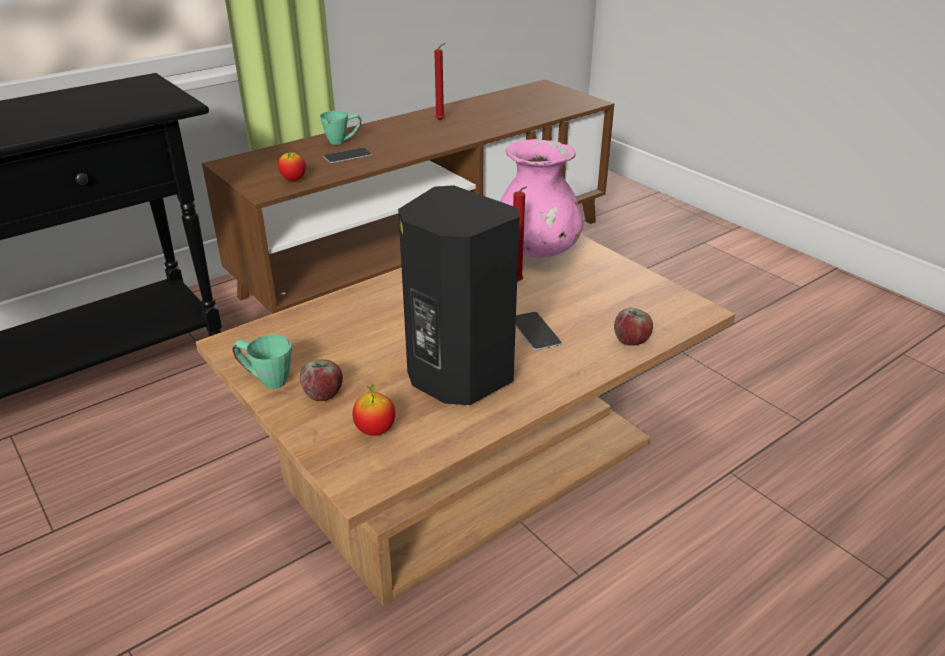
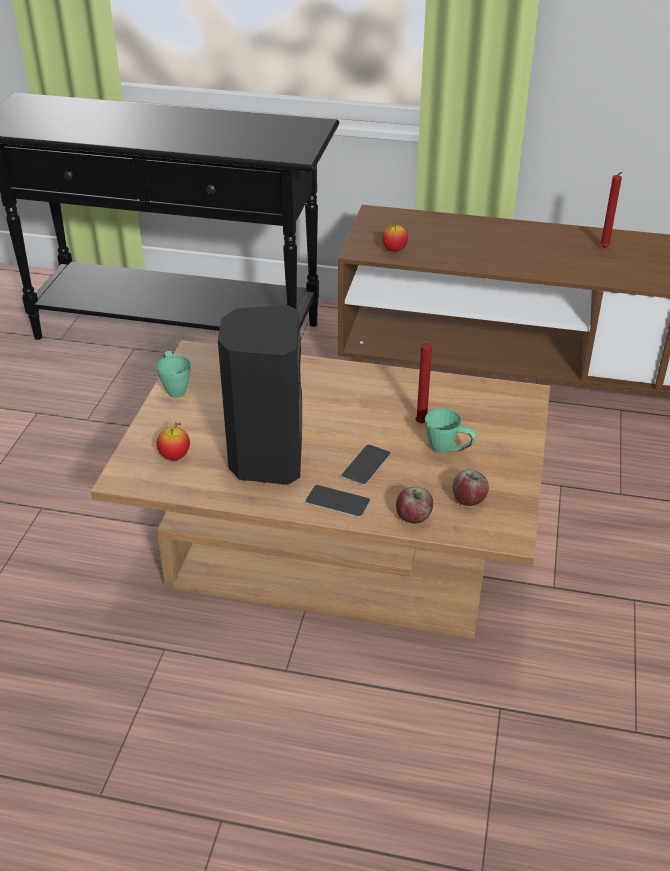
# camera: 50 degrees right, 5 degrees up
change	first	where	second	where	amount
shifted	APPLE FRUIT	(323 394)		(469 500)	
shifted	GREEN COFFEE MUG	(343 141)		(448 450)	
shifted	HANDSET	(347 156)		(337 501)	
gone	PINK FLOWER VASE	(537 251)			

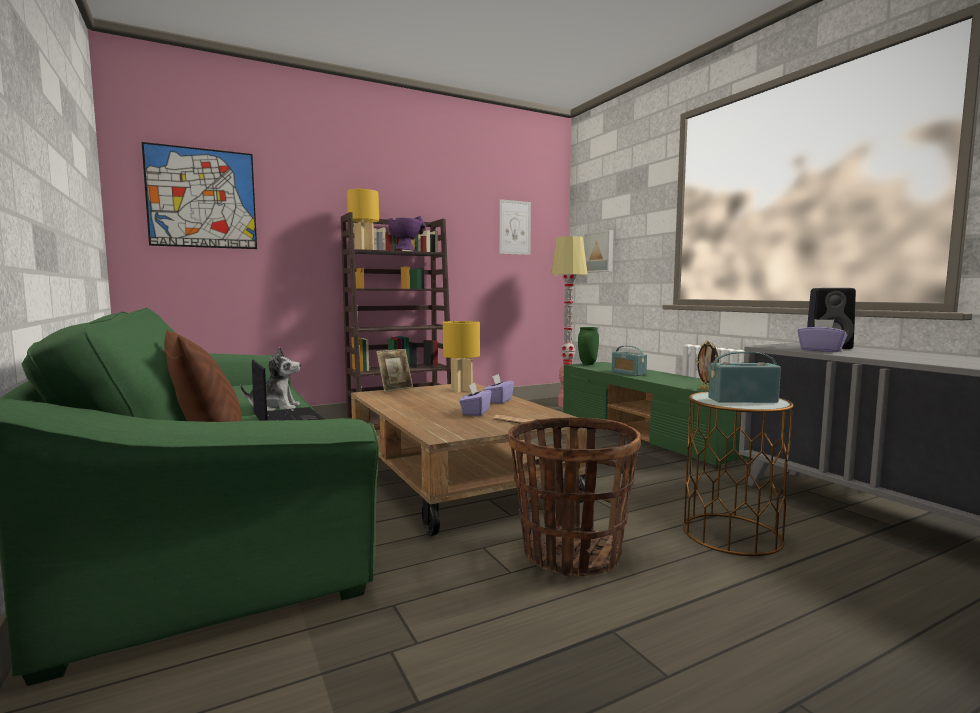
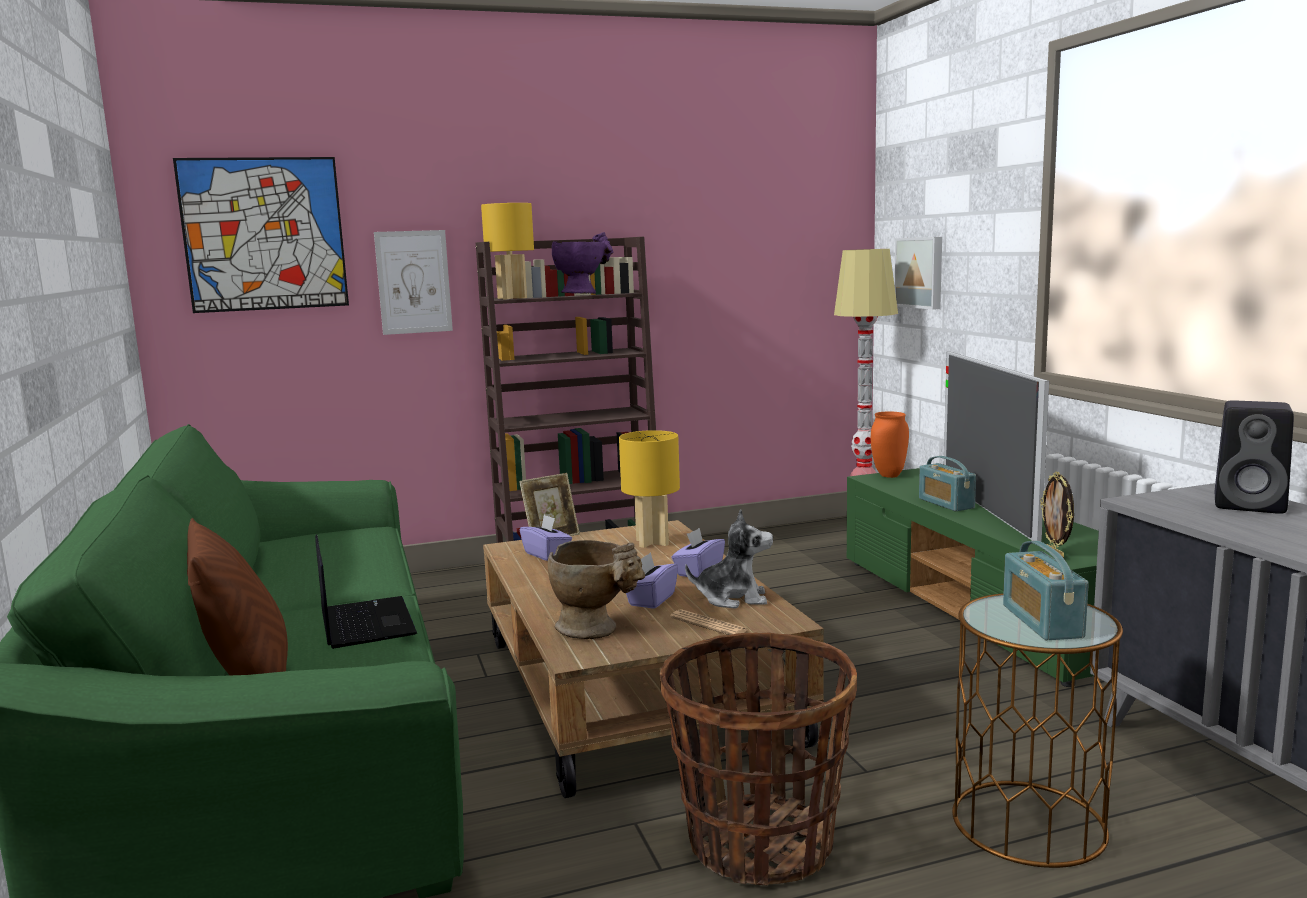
# camera: 10 degrees right, 5 degrees up
change	first	where	second	where	amount
shifted	SOFT TOY	(275 408)		(733 598)	
shifted	PICTURE	(514 227)		(413 282)	
repainted	GREEN FLOWER VASE	(588 364)	ORANGE-COLOURED FLOWER VASE	(889 476)	
rotated	RADIO SET	(742 400)		(1041 621)	105 degrees counterclockwise
shifted	PURPLE-COLOURED BOX OF TISSUES	(821 350)		(547 554)	
new			BEIGE FLOWER VASE	(597 630)	
new			TV	(985 508)	

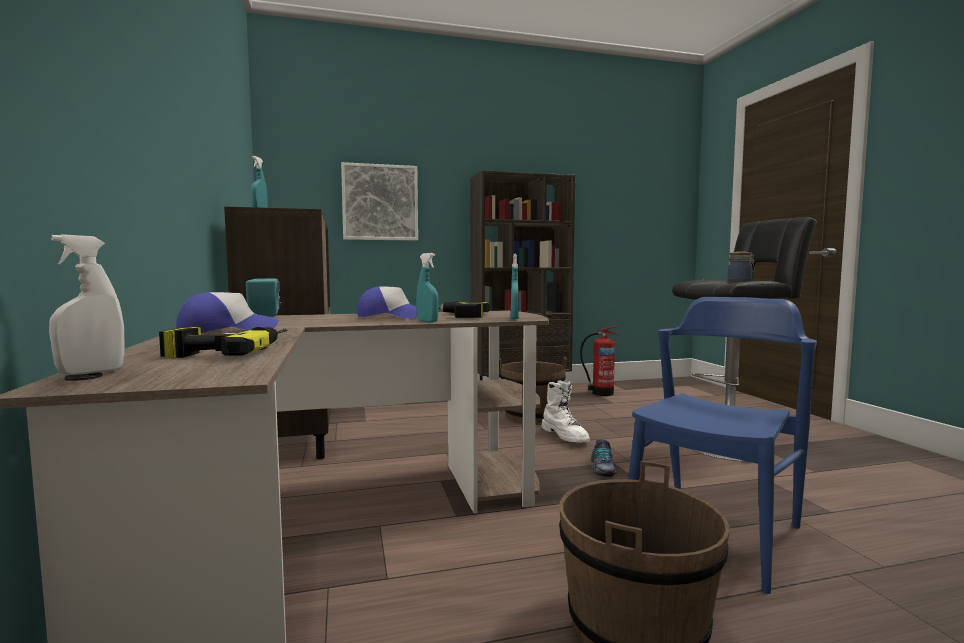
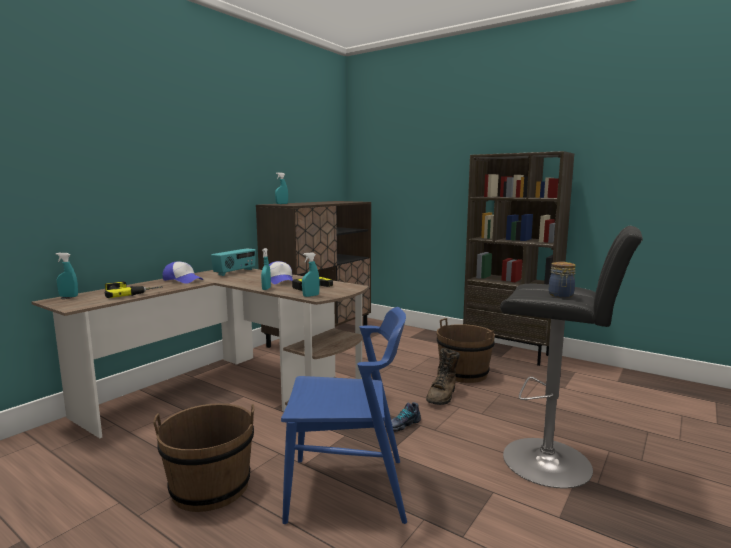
# camera: 50 degrees right, 5 degrees up
change	first	where	second	where	amount
repainted	WHITISH SPRAYER	(91 372)	TURQUOISE-COLOURED SPRAYER	(68 296)	
gone	PICTURE	(380 202)			
repainted	WHITISH TALL BOOT	(565 436)	BROWN TALL BOOT	(442 396)	
gone	EXTINGUISHER	(601 393)			

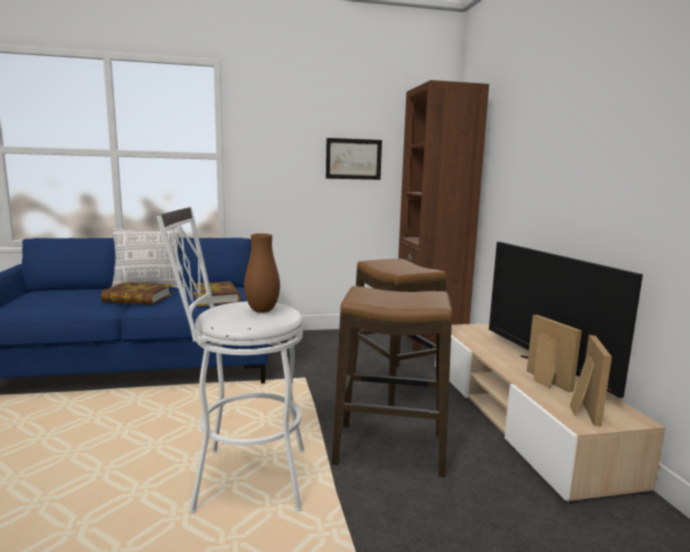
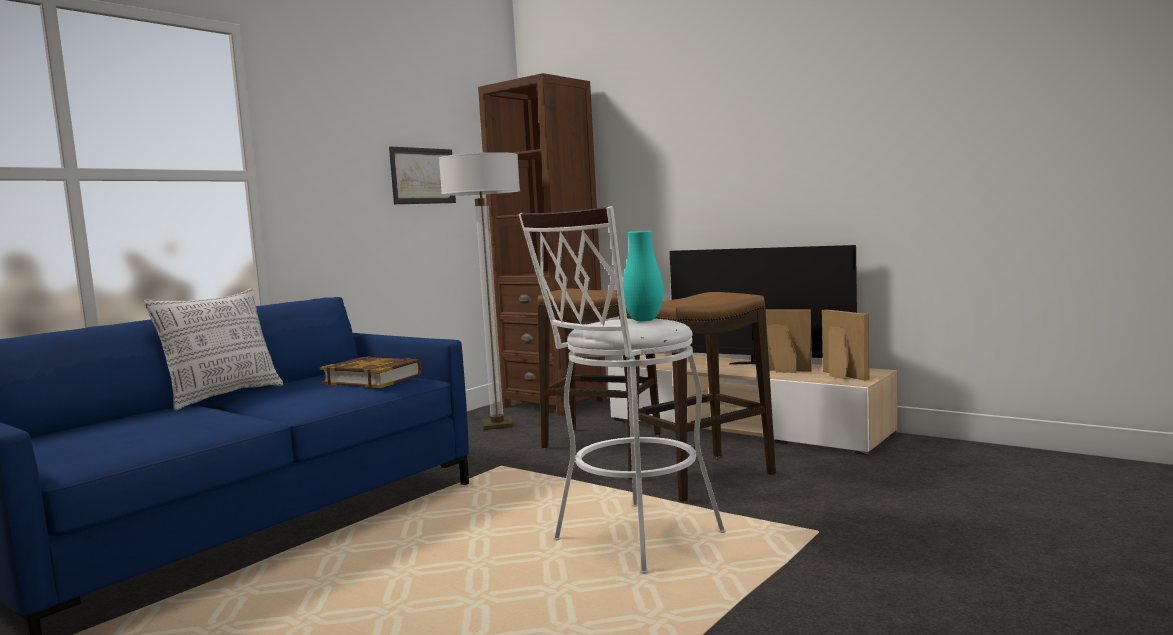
# camera: 40 degrees left, 5 degrees down
change	first	where	second	where	amount
gone	BOOK	(137 298)			
repainted	BROWN FLOWER VASE	(262 311)	TURQUOISE-COLOURED FLOWER VASE	(644 320)	
new			FLOOR LAMP	(497 425)	

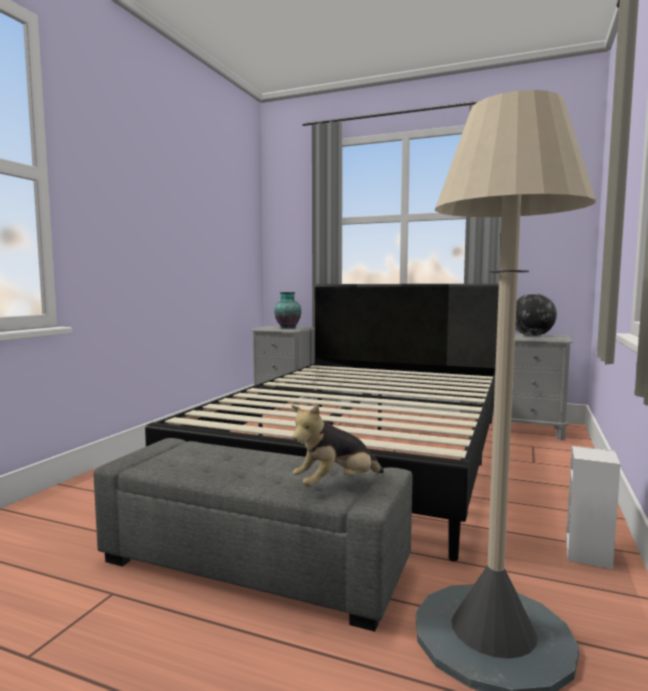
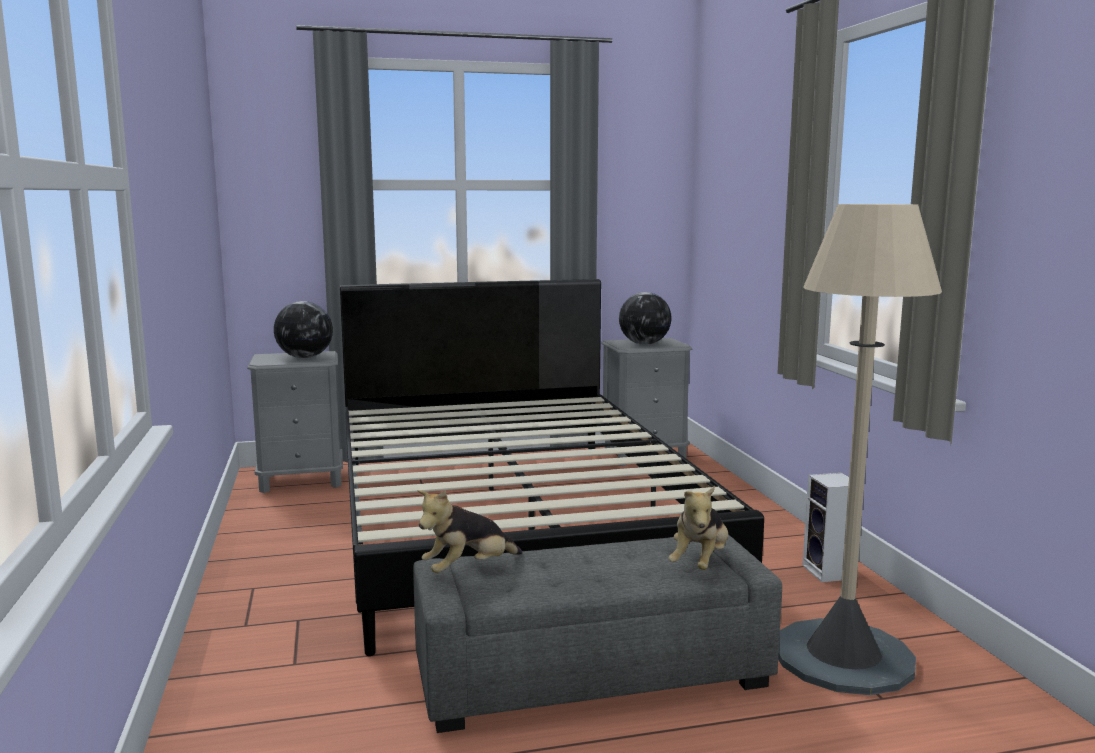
# camera: 35 degrees left, 5 degrees up
change	first	where	second	where	amount
swapped	FLOWER VASE	(287 327)	DESK GLOBE	(304 357)	
new			SOFT TOY	(468 569)	

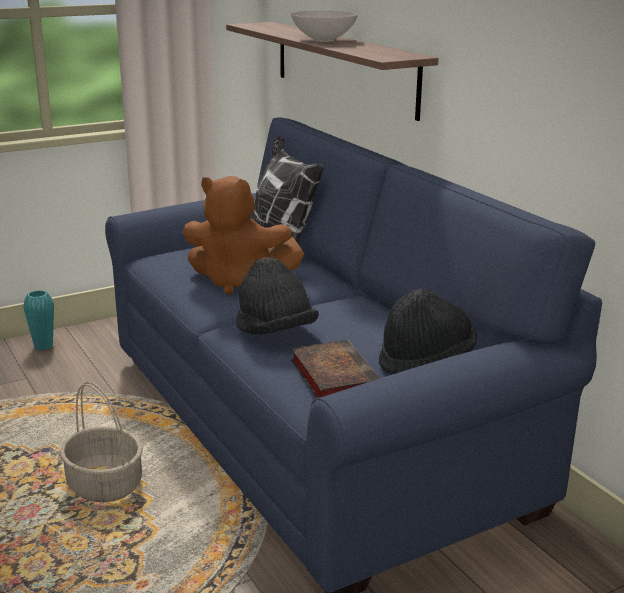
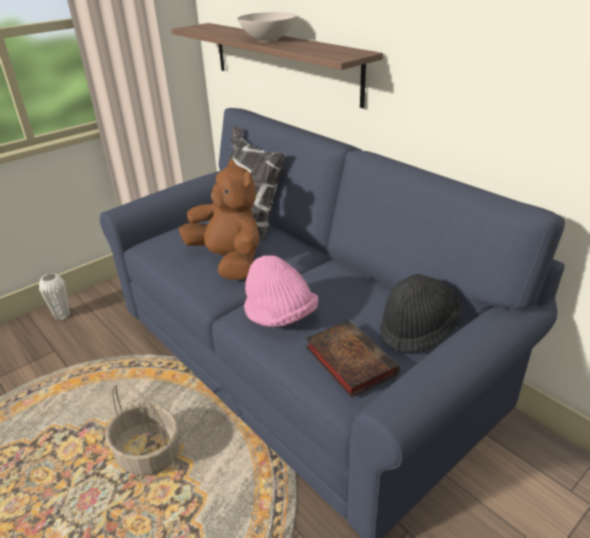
# camera: 10 degrees left, 10 degrees up
change	first	where	second	where	amount
repainted	TURQUOISE-COLOURED FLOWER VASE	(43 346)	WHITISH FLOWER VASE	(62 315)	
rotated	BROWN SOFT TOY	(238 281)		(228 261)	135 degrees counterclockwise
repainted	BLACKISH WEARABLE HAT	(275 332)	PINK WEARABLE HAT	(280 316)	

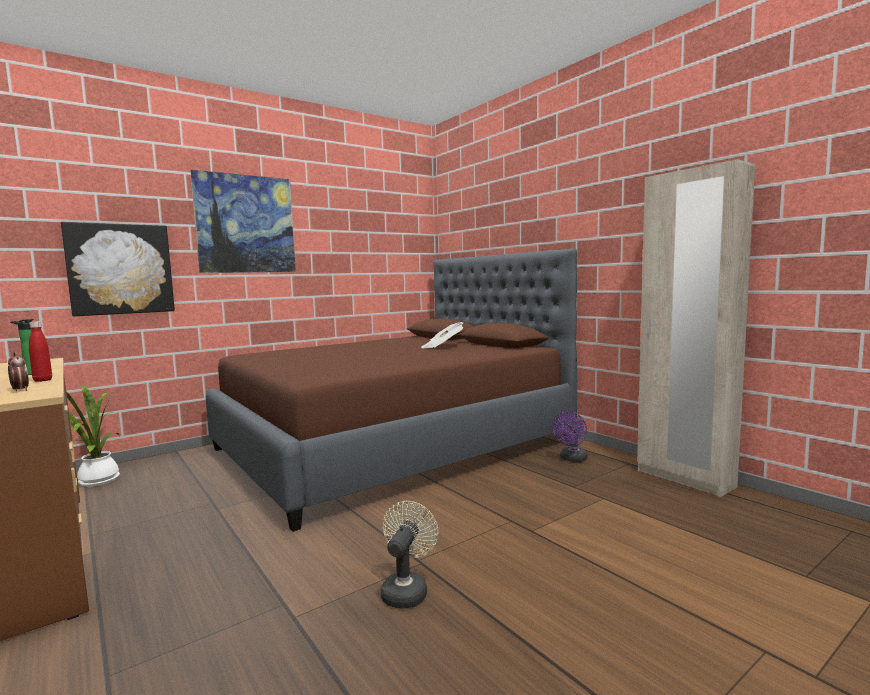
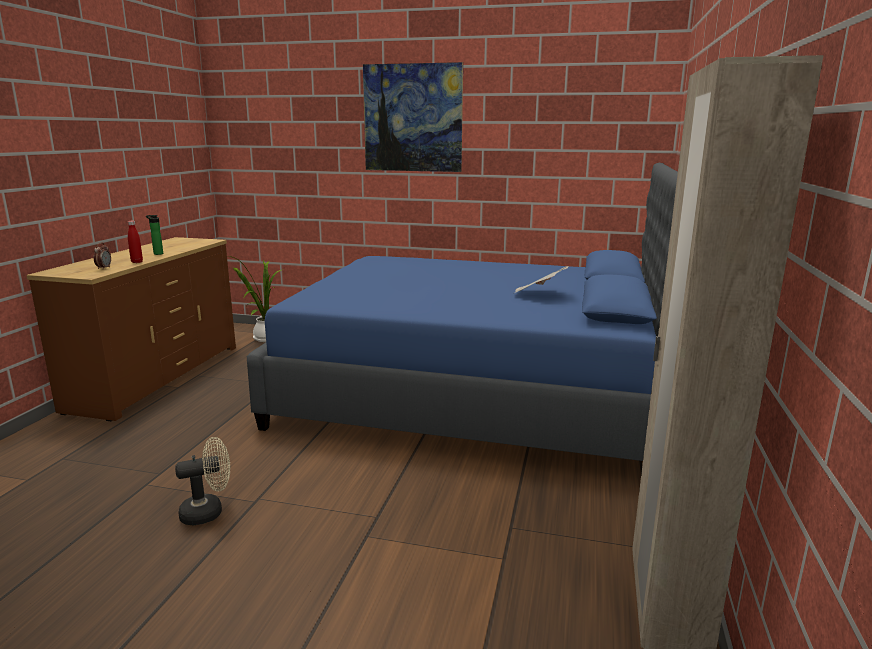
# camera: 50 degrees right, 10 degrees up
change	first	where	second	where	amount
gone	PICTURE	(120 269)			
repainted	BROWN BED	(393 445)	BLUE BED	(474 393)	
gone	PURPLE-COLOURED COOLING FAN	(572 459)			

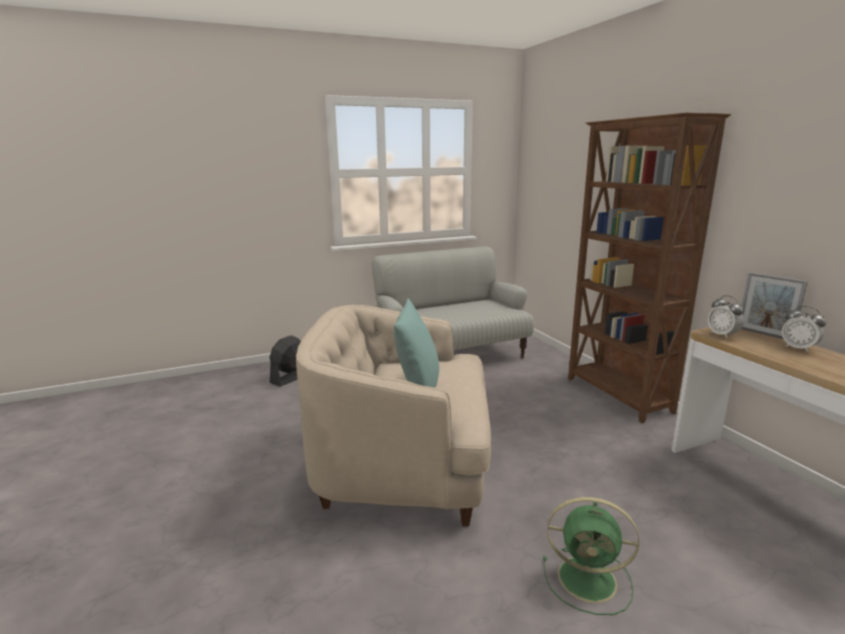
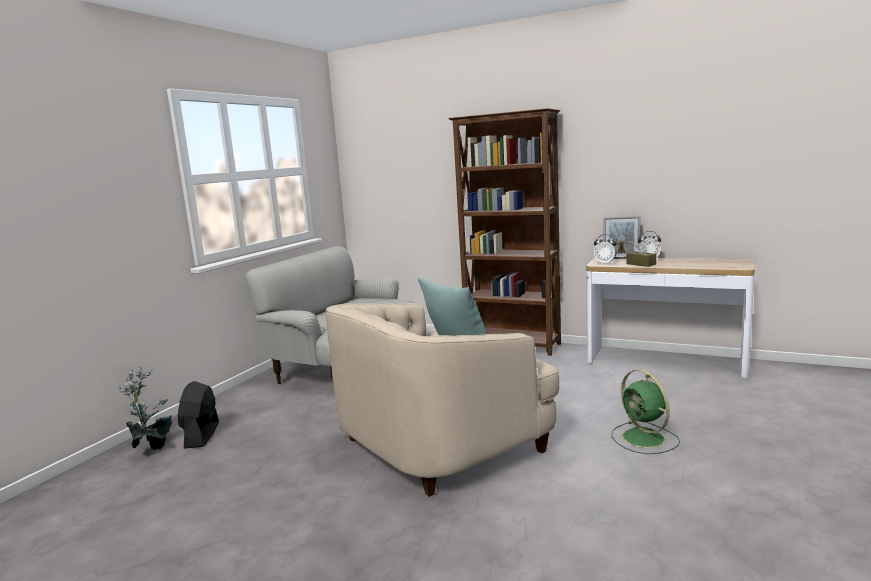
# camera: 40 degrees left, 5 degrees down
change	first	where	second	where	amount
rotated	GREEN COOLING FAN	(589 579)		(645 439)	90 degrees clockwise
new			HOUSEPLANT	(152 448)	
new			BROWN BOX OF TISSUES	(641 264)	

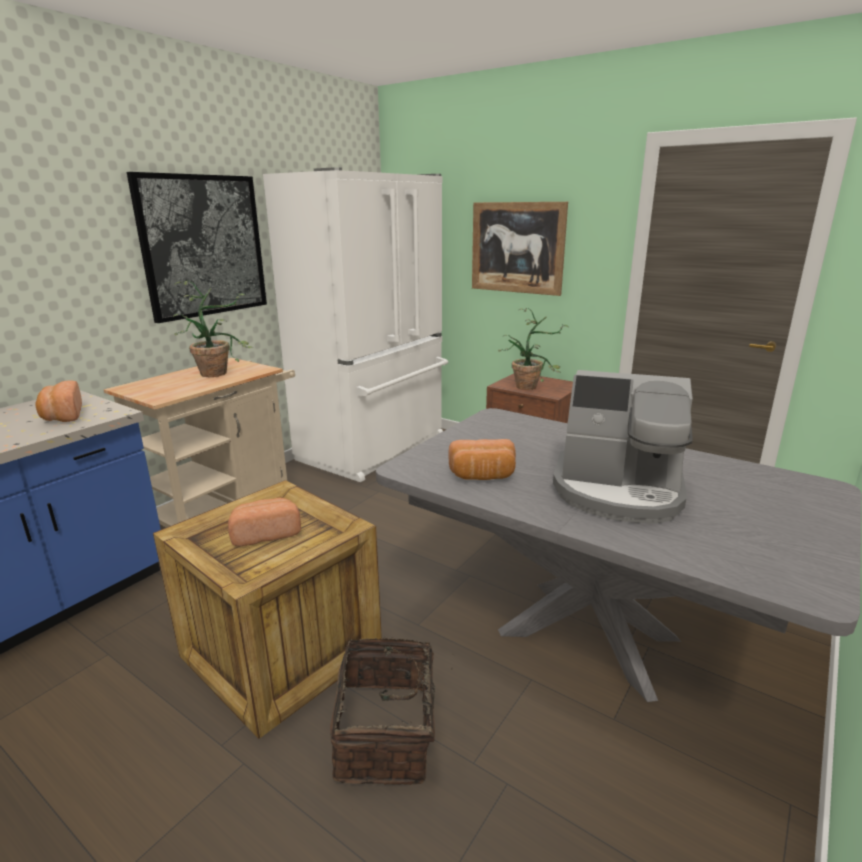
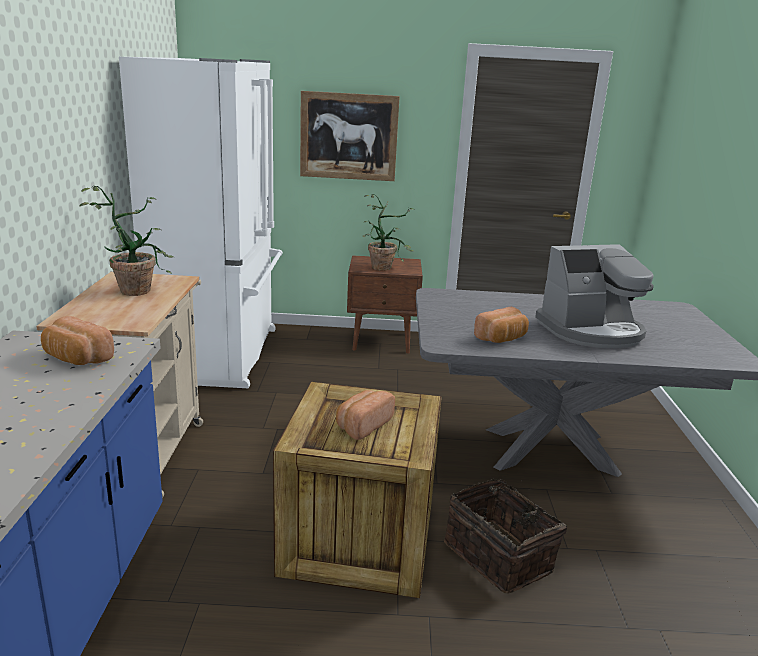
# camera: 35 degrees left, 0 degrees up
change	first	where	second	where	amount
gone	PICTURE	(203 246)			

